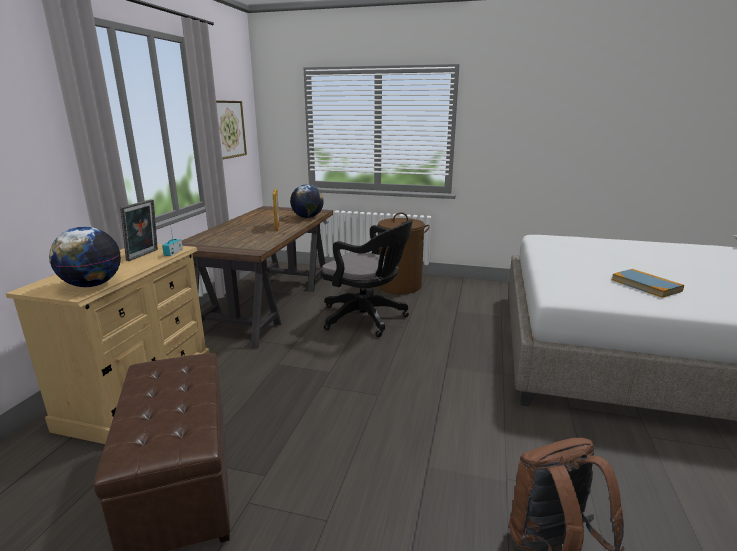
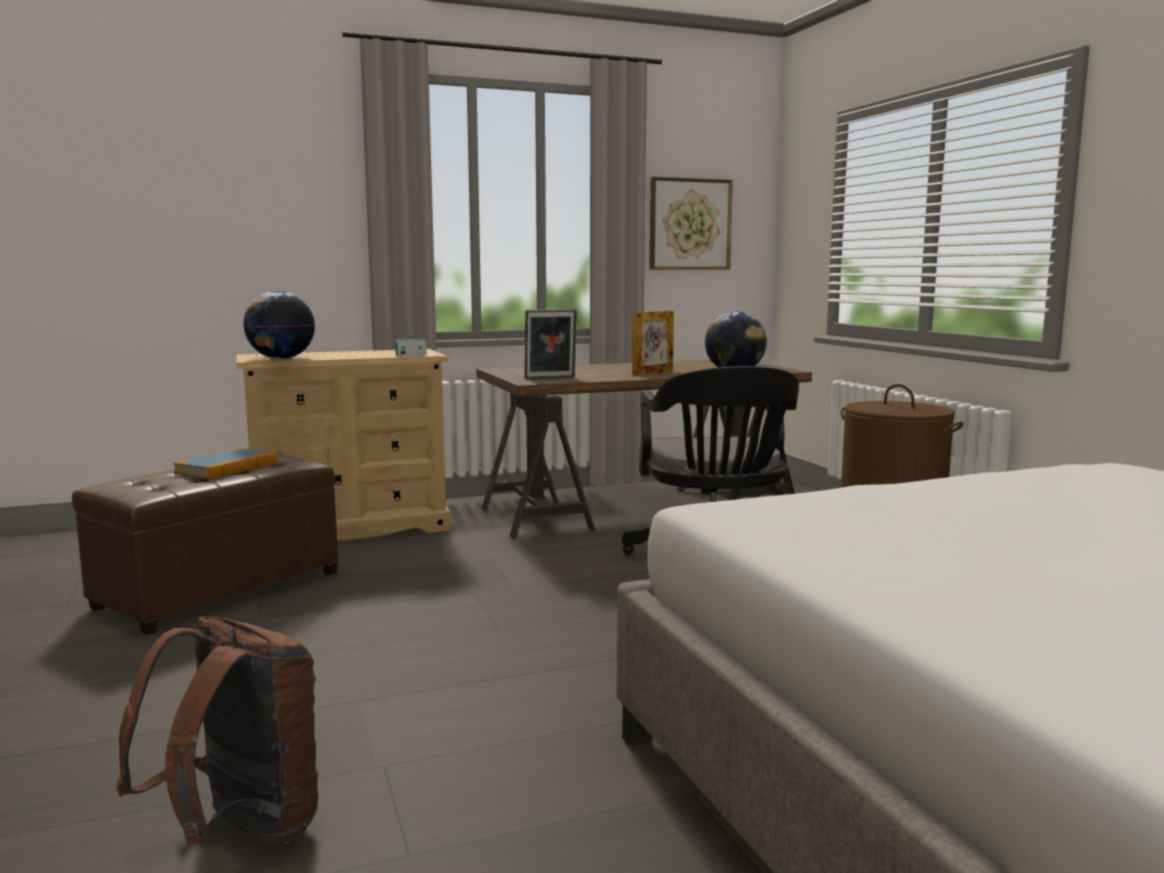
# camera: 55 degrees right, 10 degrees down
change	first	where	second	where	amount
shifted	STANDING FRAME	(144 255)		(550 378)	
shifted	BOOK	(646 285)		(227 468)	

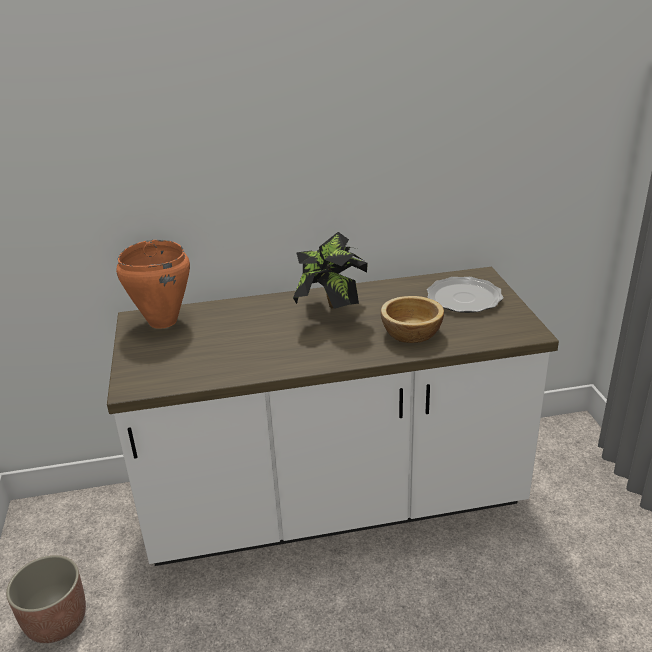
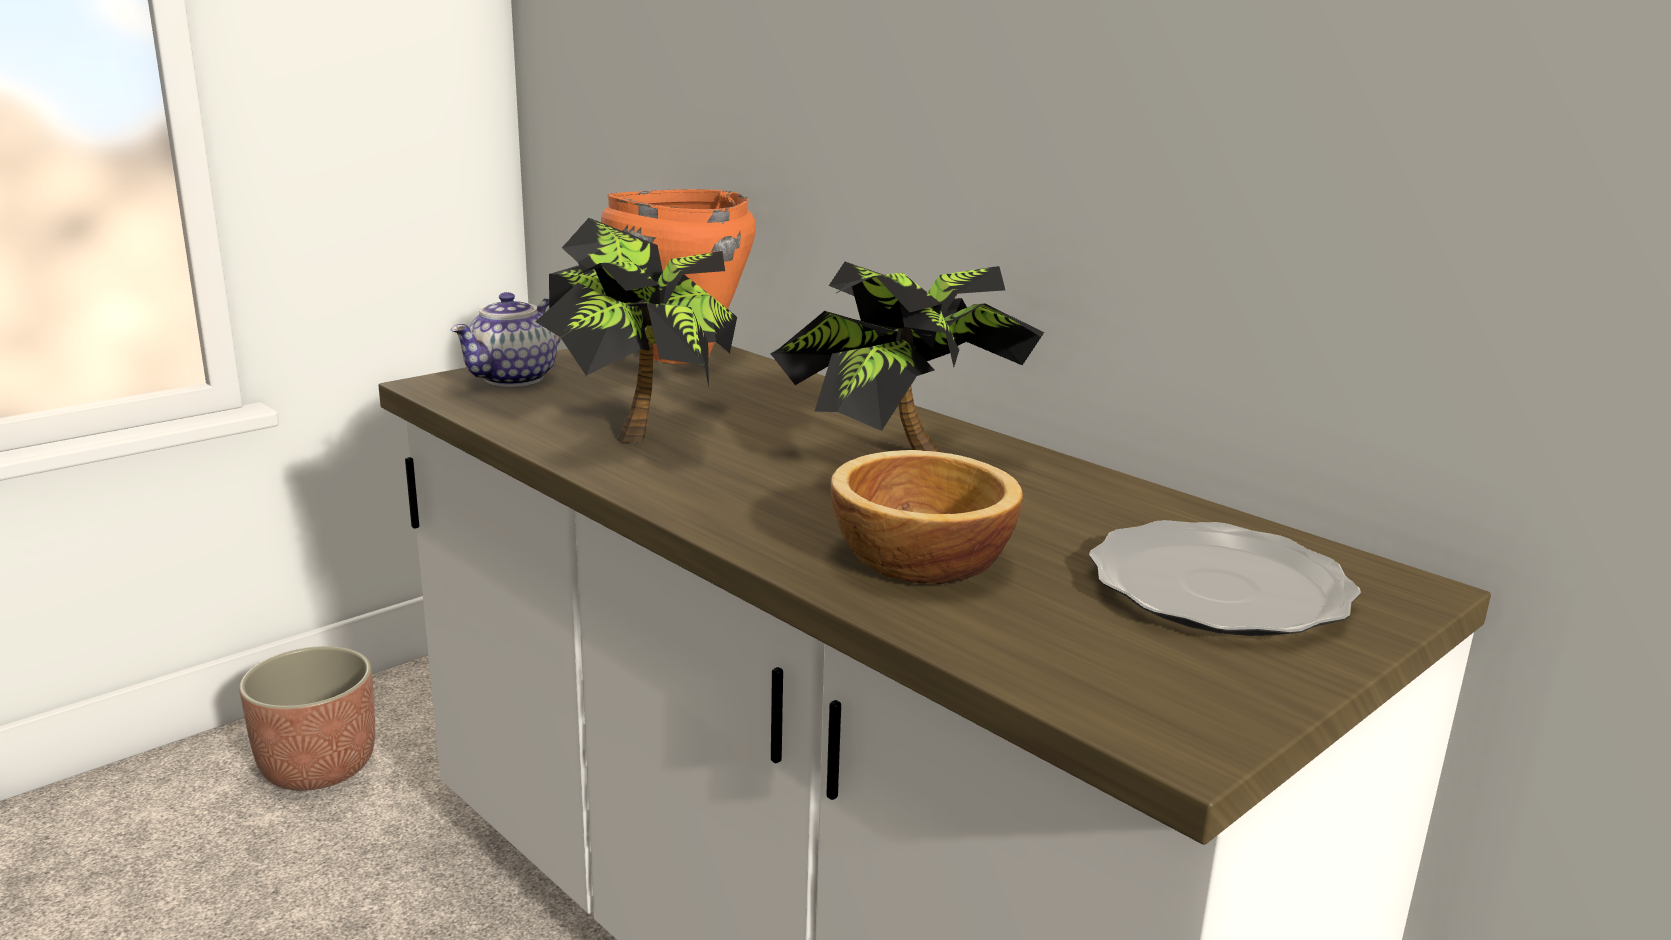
# camera: 55 degrees right, 10 degrees down
change	first	where	second	where	amount
new			POT FOR TEA	(514 379)	
new			HOUSEPLANT	(644 429)	

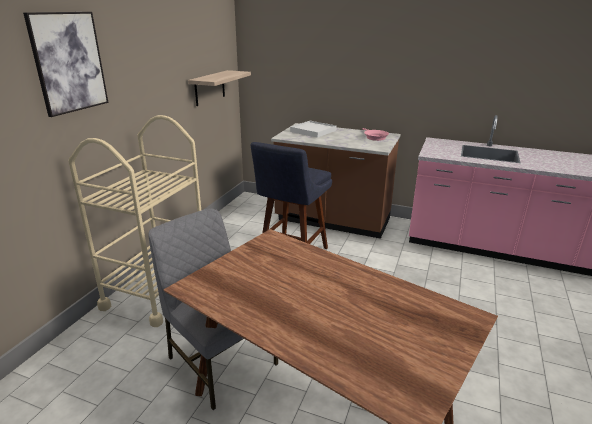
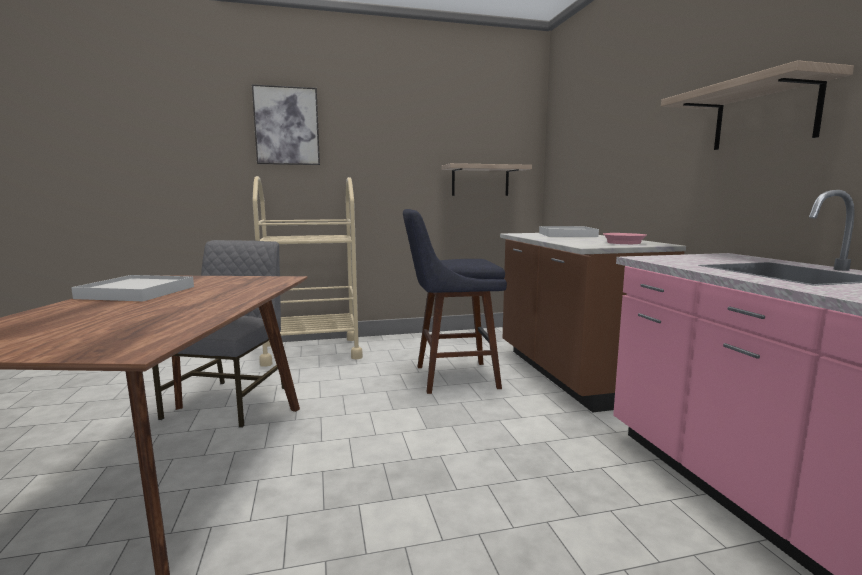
# camera: 55 degrees right, 15 degrees down
change	first	where	second	where	amount
new			WHITISH SERVING TRAY	(137 292)	
new			SHELF	(764 115)	

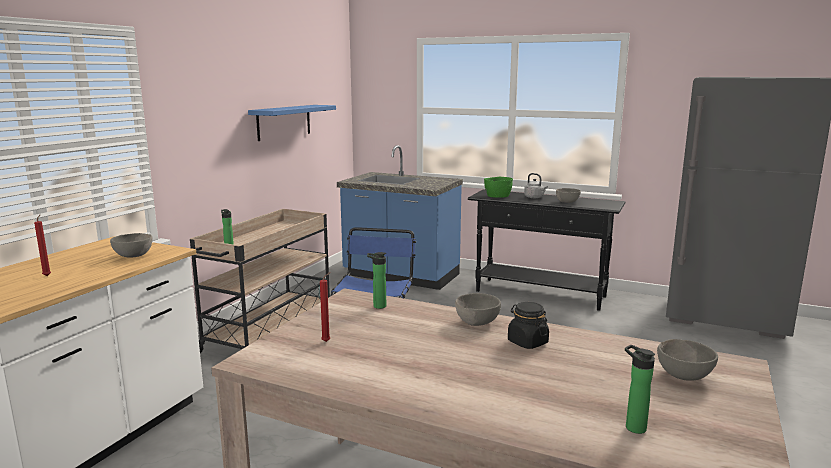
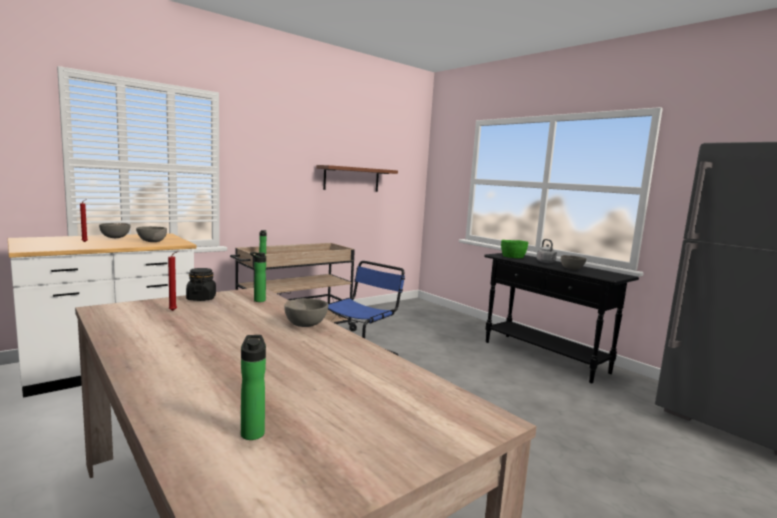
# camera: 25 degrees right, 5 degrees down
change	first	where	second	where	amount
repainted	BLUE SHELF	(284 122)	BROWN SHELF	(351 179)	
gone	BLUE KITCHEN COUNTER	(401 276)			
shifted	BLACKISH JAR	(527 342)		(201 298)	
shifted	GREY BOWL	(684 376)		(116 238)	

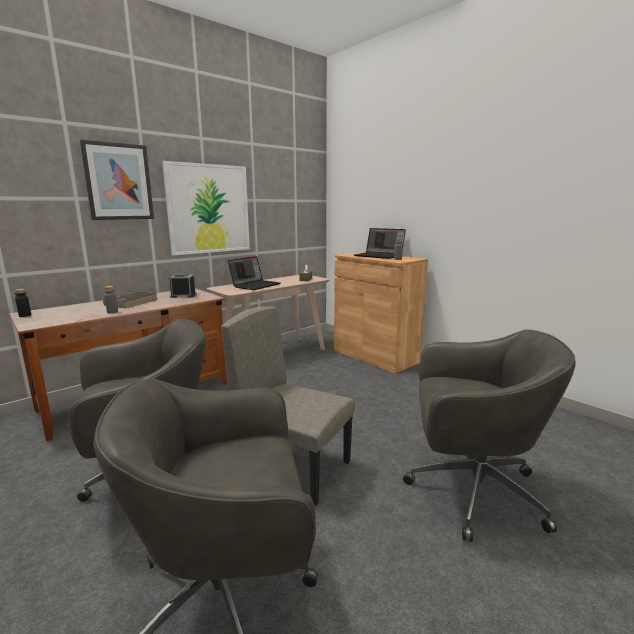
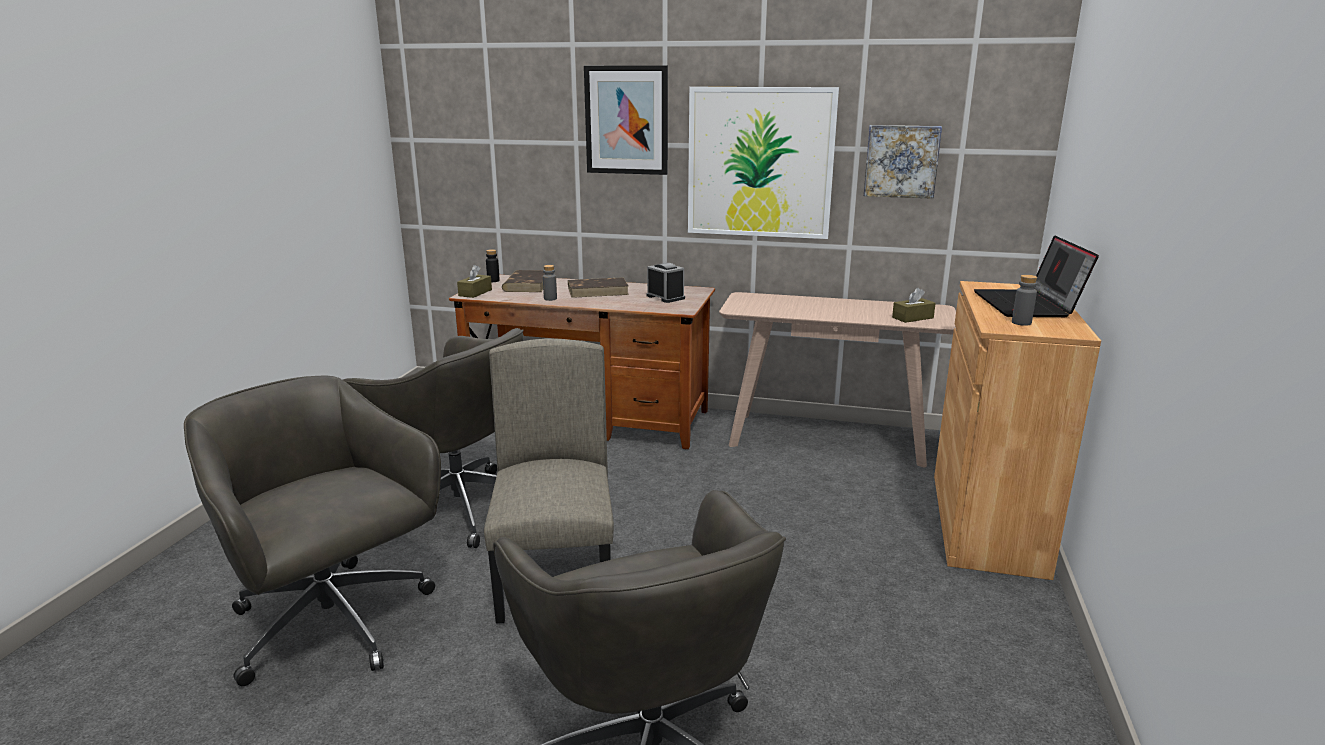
# camera: 55 degrees right, 5 degrees up
change	first	where	second	where	amount
gone	PORTABLE COMPUTER	(255 285)			
new			BROWN BOX OF TISSUES	(475 293)	
new			BROWN BOOK	(527 284)	
new			PICTURE	(901 161)	

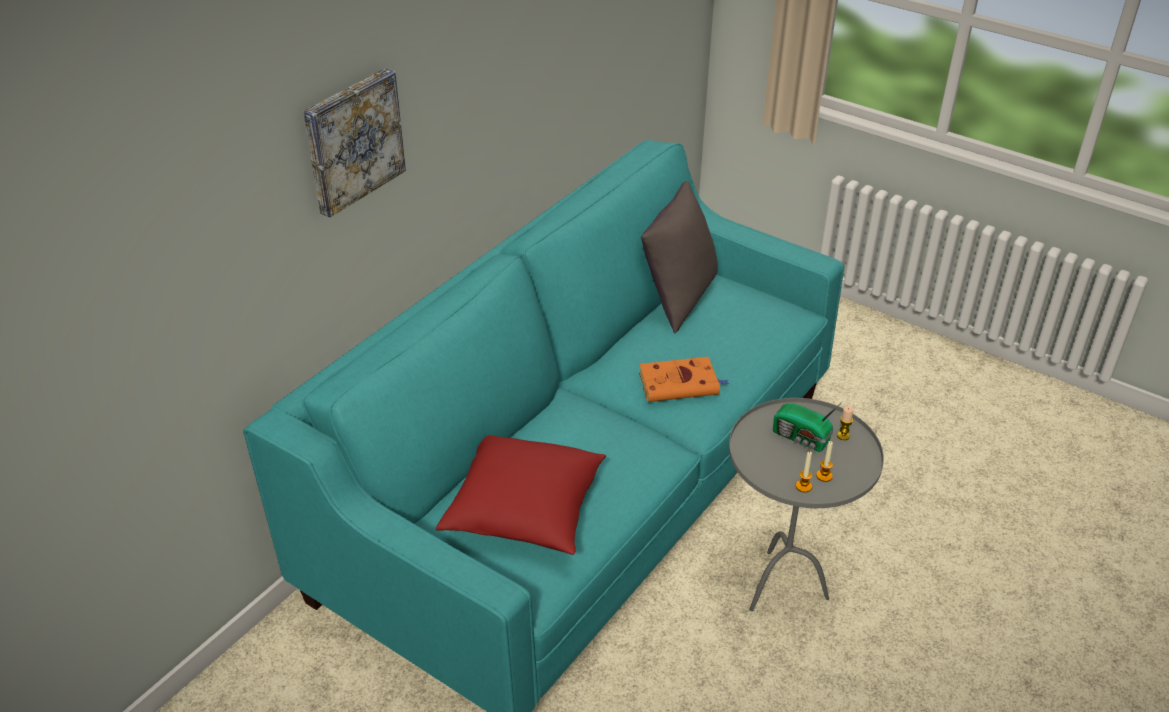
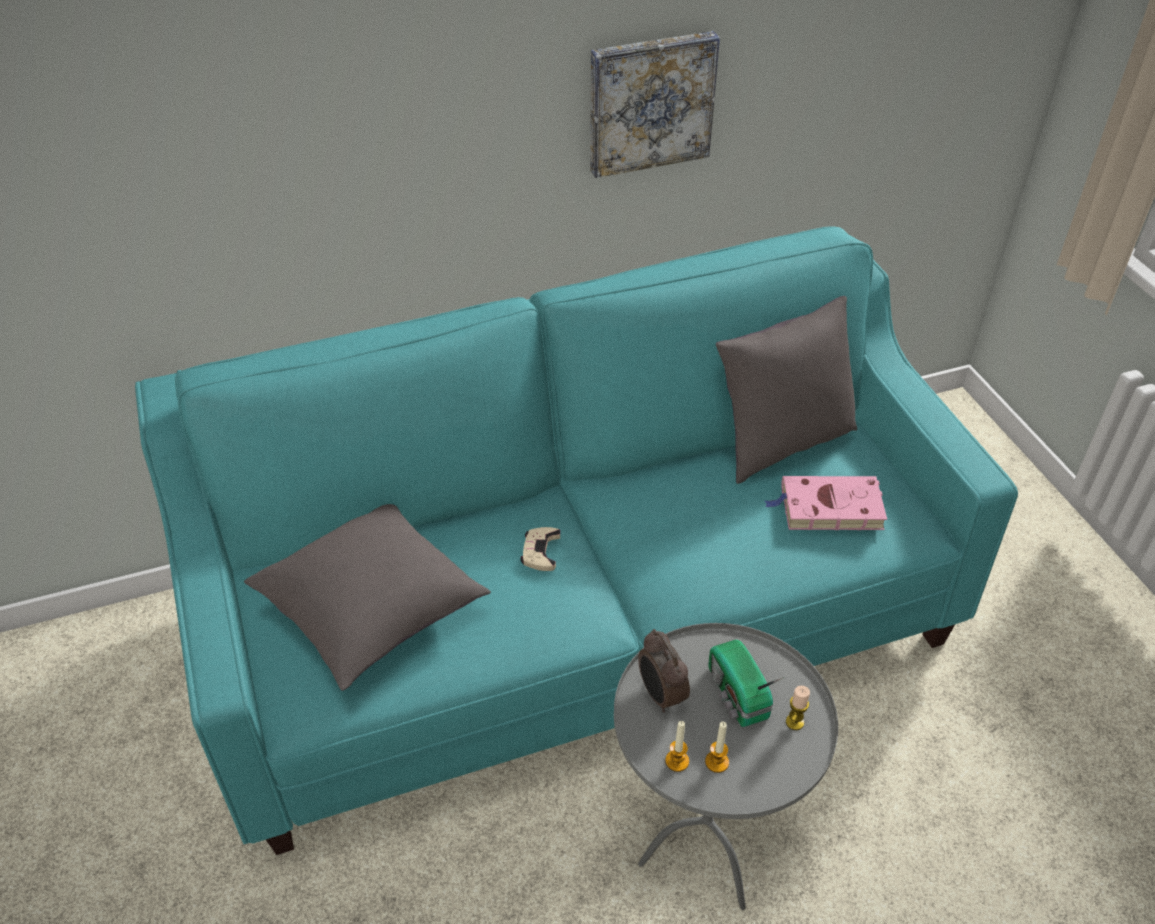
# camera: 35 degrees right, 5 degrees up
change	first	where	second	where	amount
shifted	PICTURE	(352 140)		(650 102)	
repainted	RED THROW PILLOW	(525 512)	GREY THROW PILLOW	(372 612)	
gone	ORANGE-COLOURED BOOK	(681 384)			
new			BEIGE GAMEPAD	(540 552)	
new			TABLE CLOCK	(660 695)	
new			PINK BOOK	(828 508)	

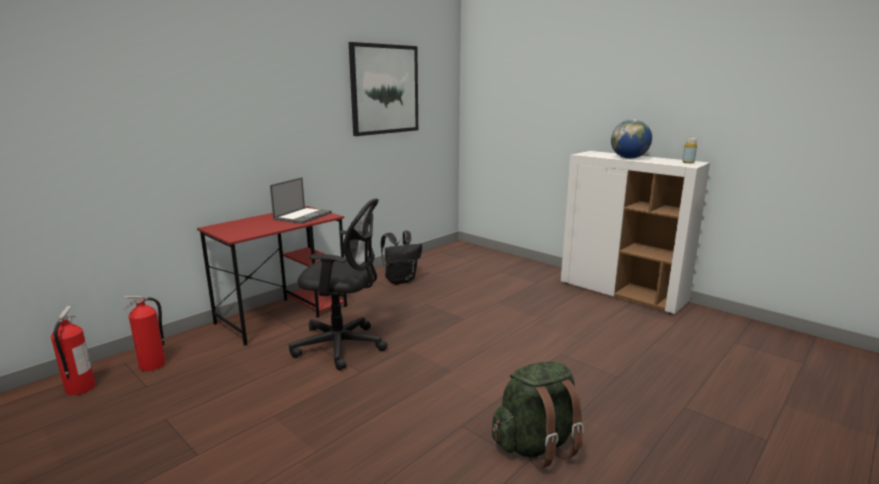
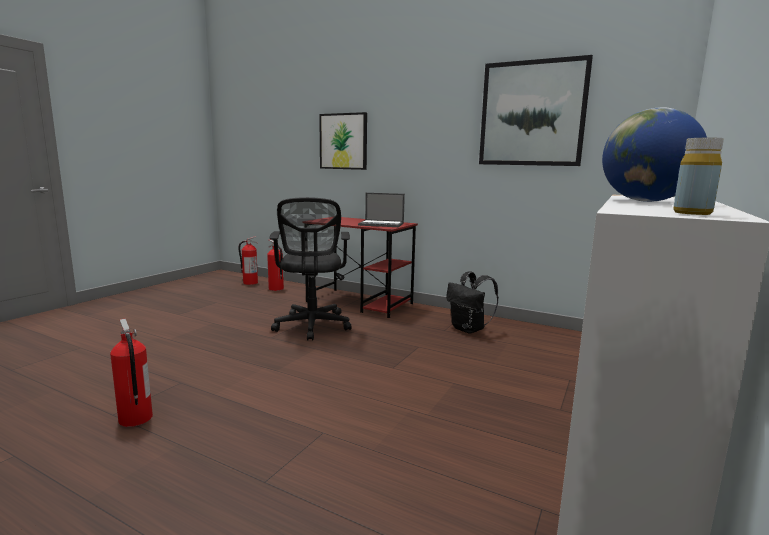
# camera: 75 degrees right, 5 degrees down
change	first	where	second	where	amount
swapped	GREEN KNAPSACK	(537 445)	EXTINGUISHER	(135 419)	
new			PICTURE	(343 141)	

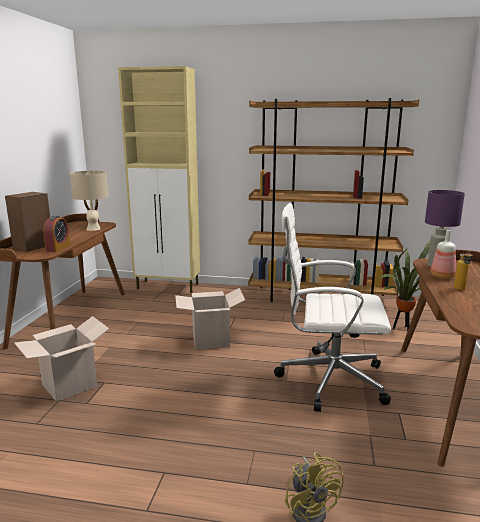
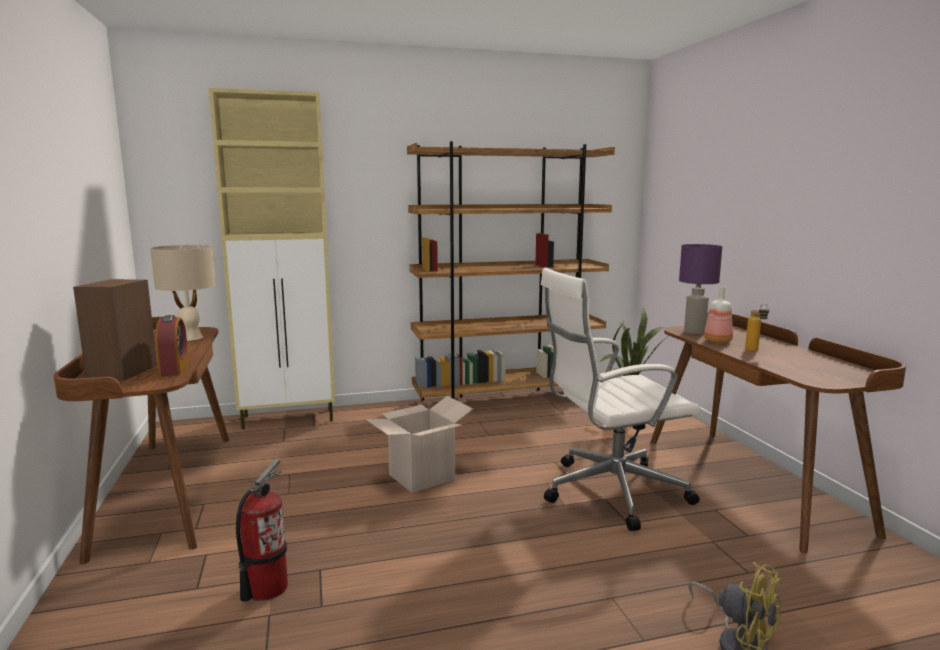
# camera: 25 degrees left, 5 degrees down
change	first	where	second	where	amount
swapped	PACKING BOX	(69 385)	EXTINGUISHER	(266 588)	

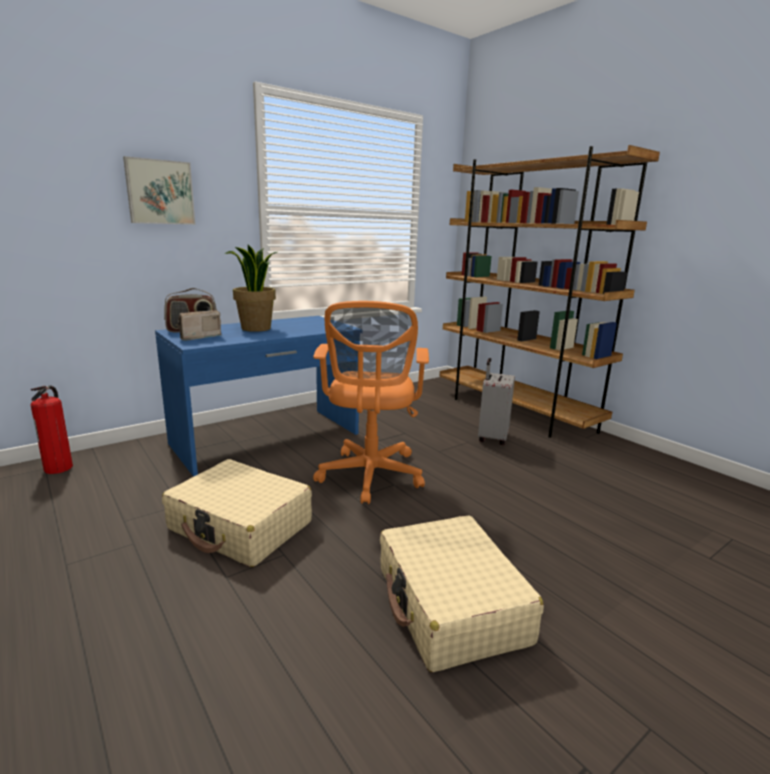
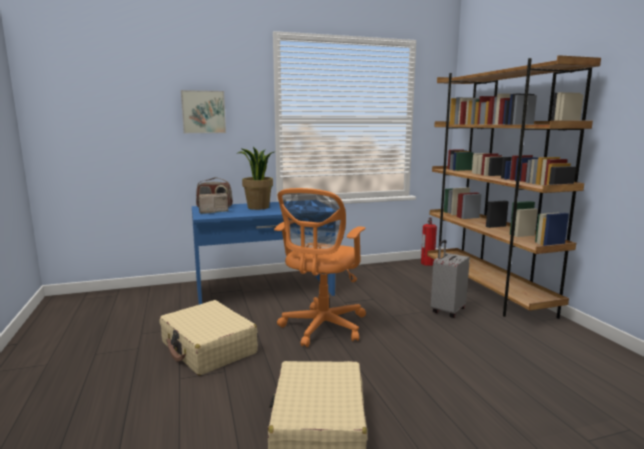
# camera: 20 degrees right, 5 degrees down
change	first	where	second	where	amount
shifted	EXTINGUISHER	(58 467)		(427 263)	

